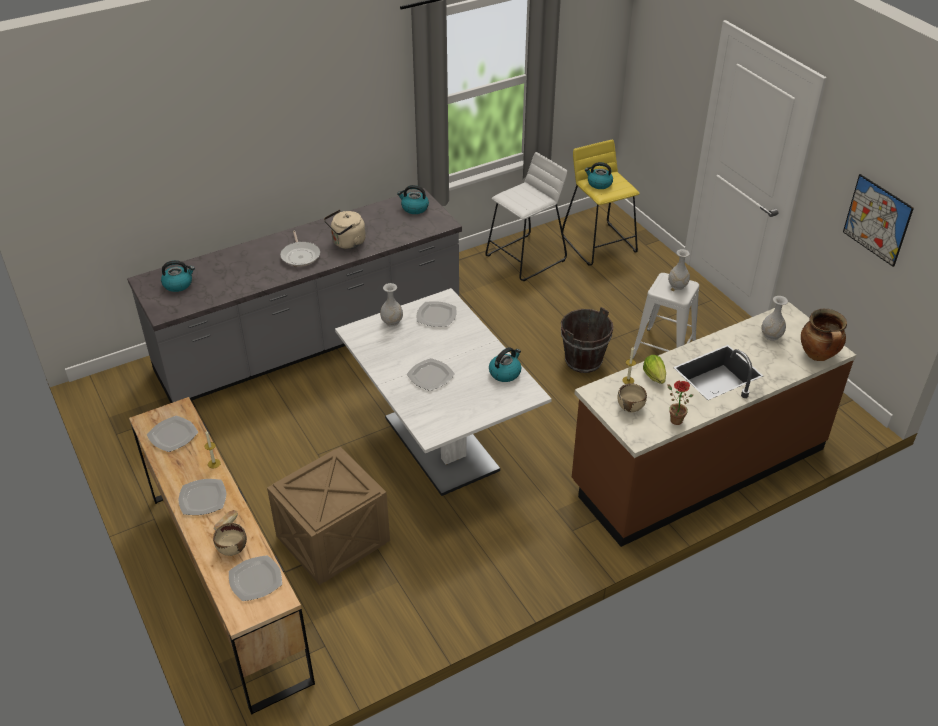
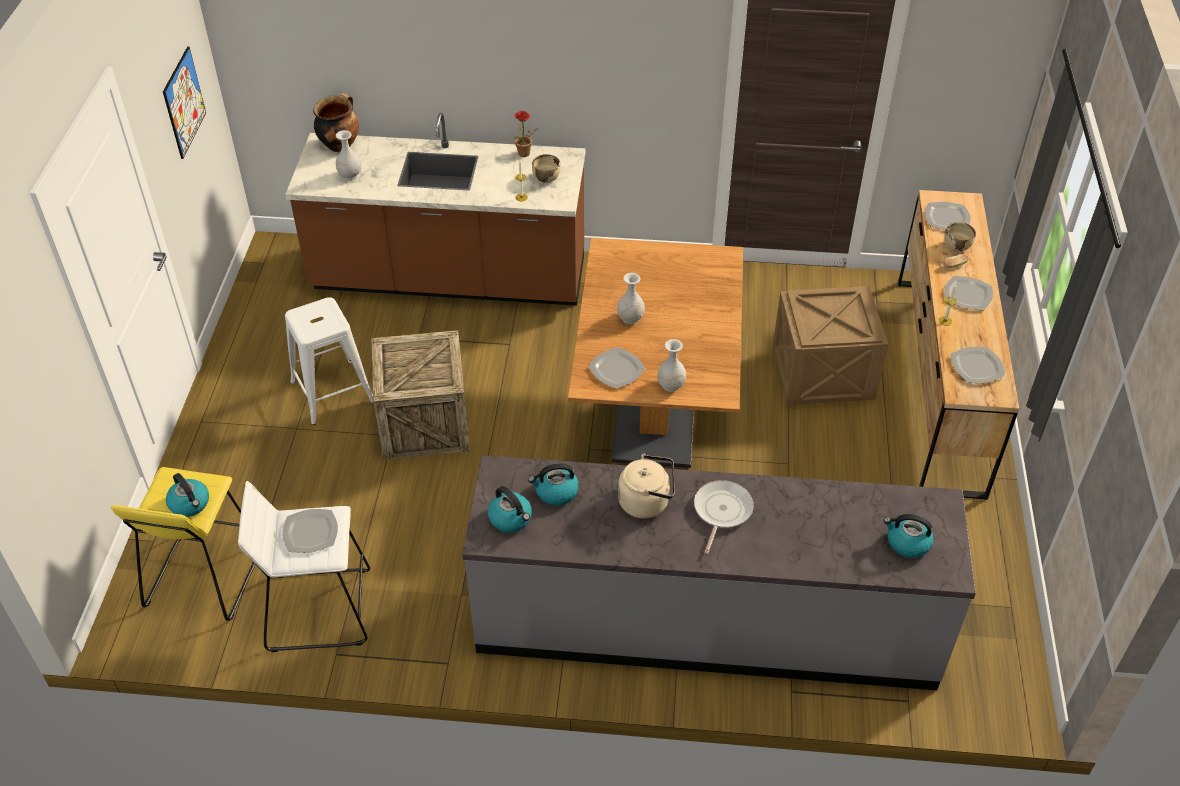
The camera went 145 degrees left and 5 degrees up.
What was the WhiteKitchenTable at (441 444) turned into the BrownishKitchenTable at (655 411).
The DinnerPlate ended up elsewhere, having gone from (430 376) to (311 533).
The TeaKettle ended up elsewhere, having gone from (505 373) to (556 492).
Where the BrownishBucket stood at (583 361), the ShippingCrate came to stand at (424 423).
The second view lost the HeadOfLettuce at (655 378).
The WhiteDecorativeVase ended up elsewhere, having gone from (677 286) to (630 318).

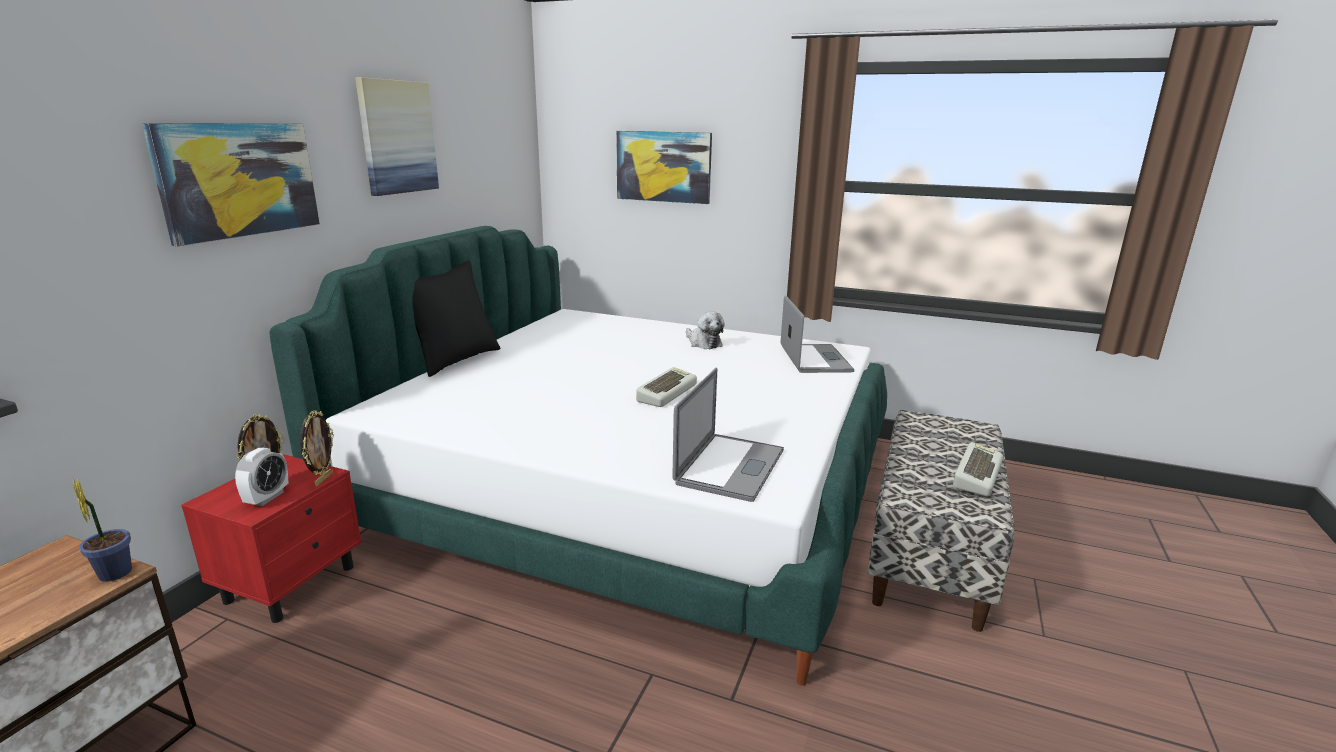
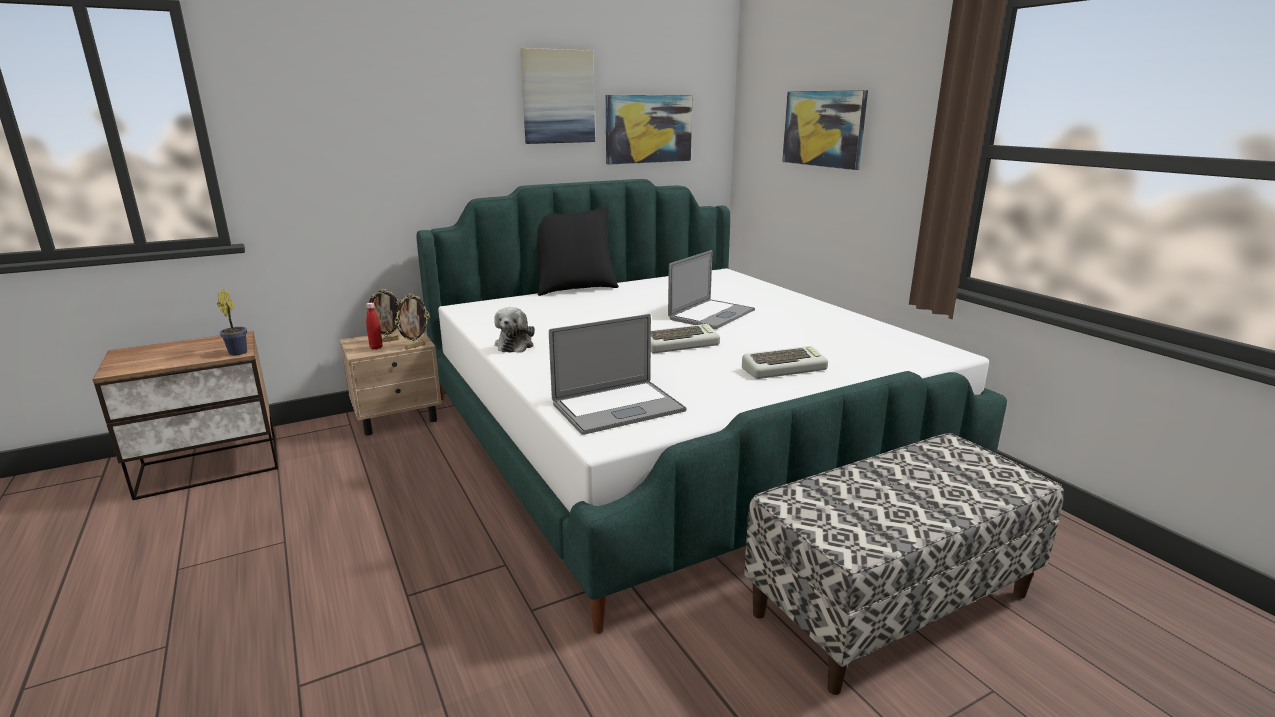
The camera went 40 degrees right and 0 degrees up.
The WallArt ended up elsewhere, having gone from (239 180) to (648 129).
What was the ReddishNightTable at (292 583) turned into the BeigeColouredNightTable at (398 417).
Where the BedsideClock stood at (267 498), the ReddishDrinkBottle came to stand at (376 348).
The SoftToy ended up elsewhere, having gone from (703 343) to (515 344).
The Laptop ended up elsewhere, having gone from (814 359) to (712 314).
The PcKeyboard ended up elsewhere, having gone from (975 474) to (784 368).

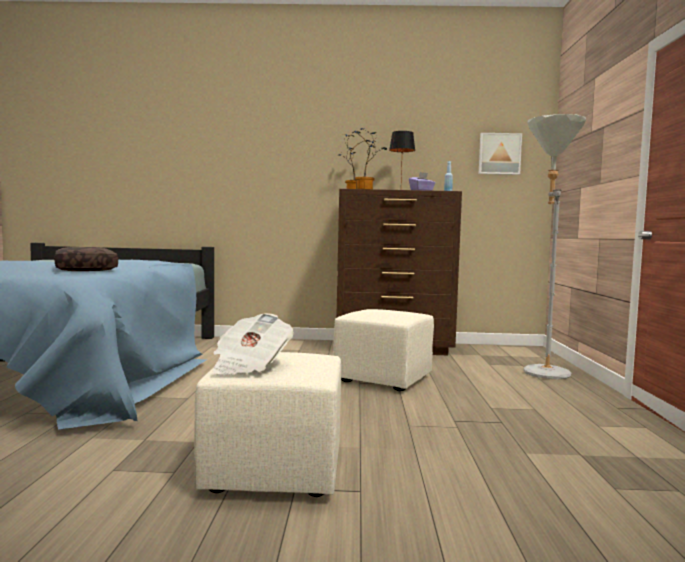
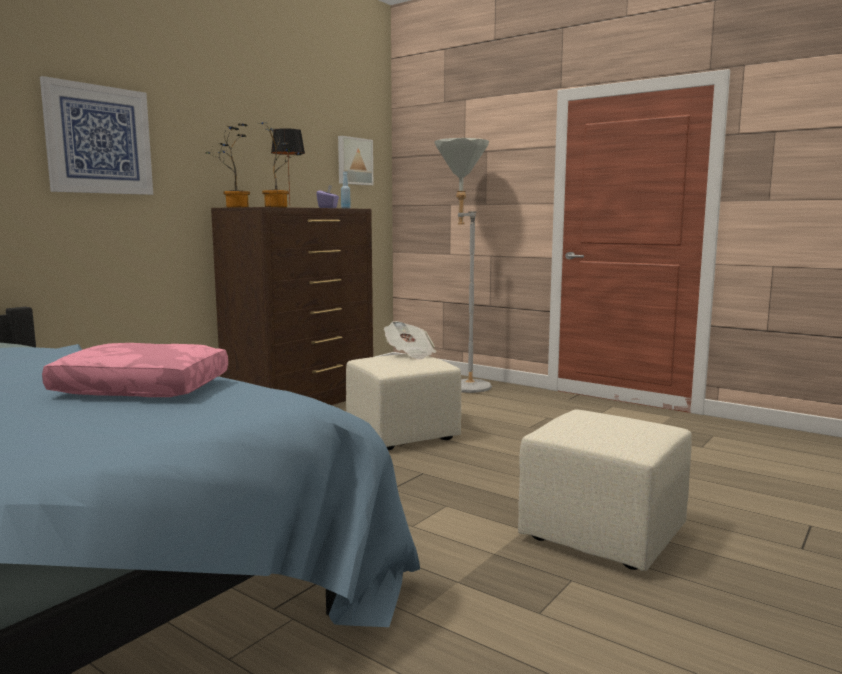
The camera went 55 degrees left and 5 degrees up.
What was the BrownishThrowPillow at (84 269) turned into the PinkishThrowPillow at (139 389).
The PrintedPaper ended up elsewhere, having gone from (249 366) to (410 354).
The second view gained the WallArt at (99 140).

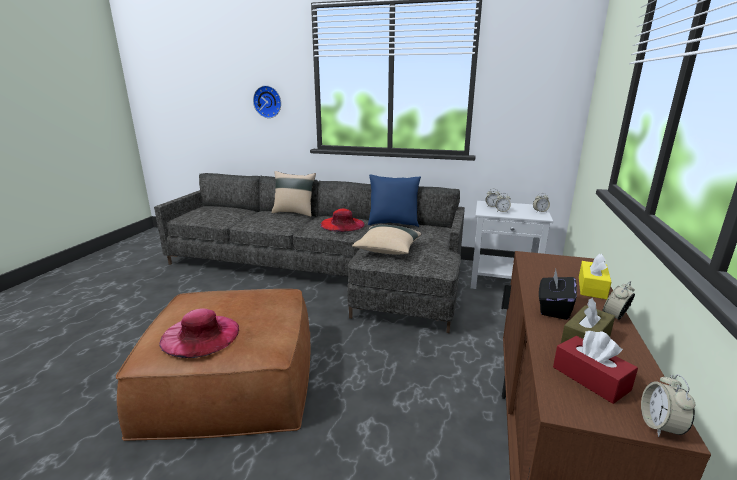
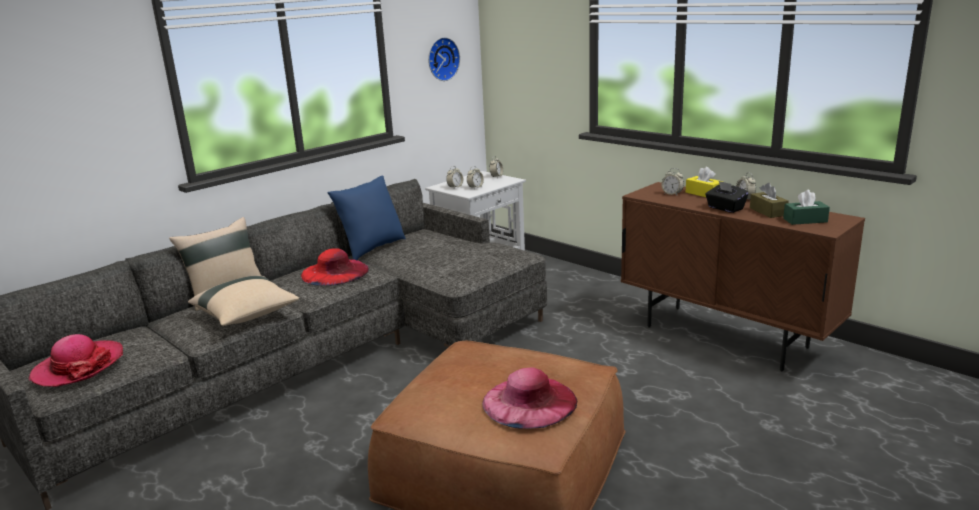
The camera went 60 degrees left and 0 degrees up.
The HangingClock ended up elsewhere, having gone from (268 101) to (442 59).
The BeigeColouredThrowPillow ended up elsewhere, having gone from (387 250) to (247 315).
What was the ReddishBoxOfTissues at (590 378) turned into the GreenBoxOfTissues at (805 220).
The BedsideClock ended up elsewhere, having gone from (660 426) to (672 194).
The second view gained the Hat at (78 366).

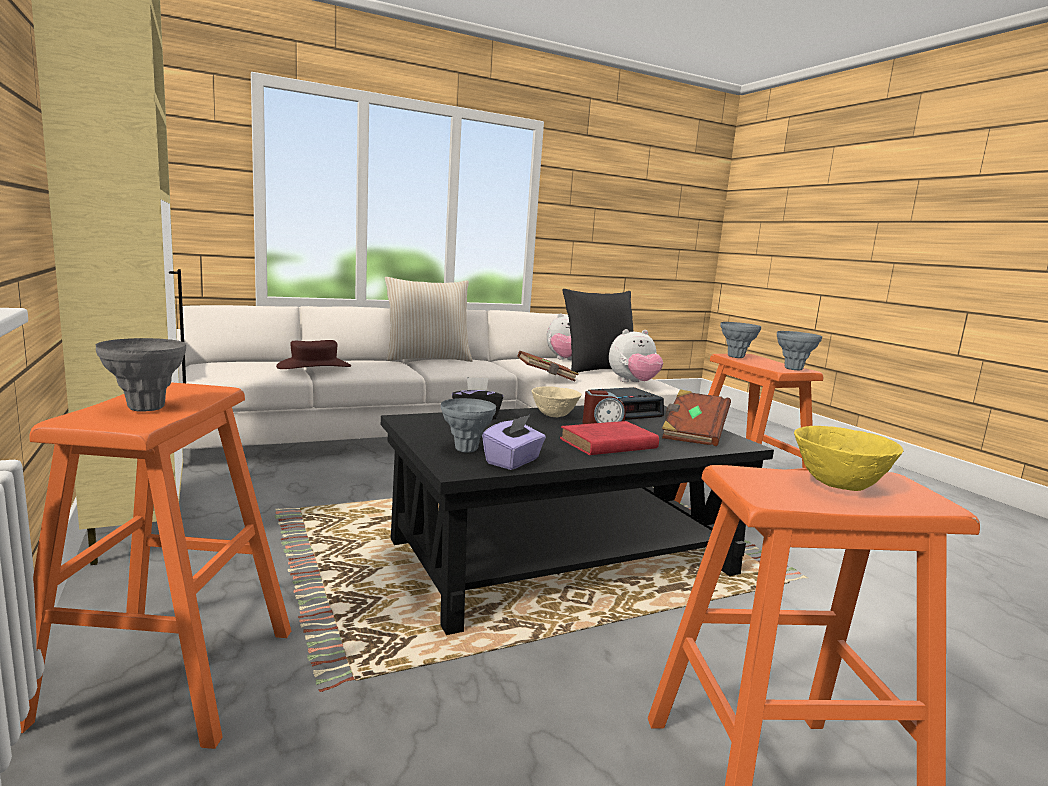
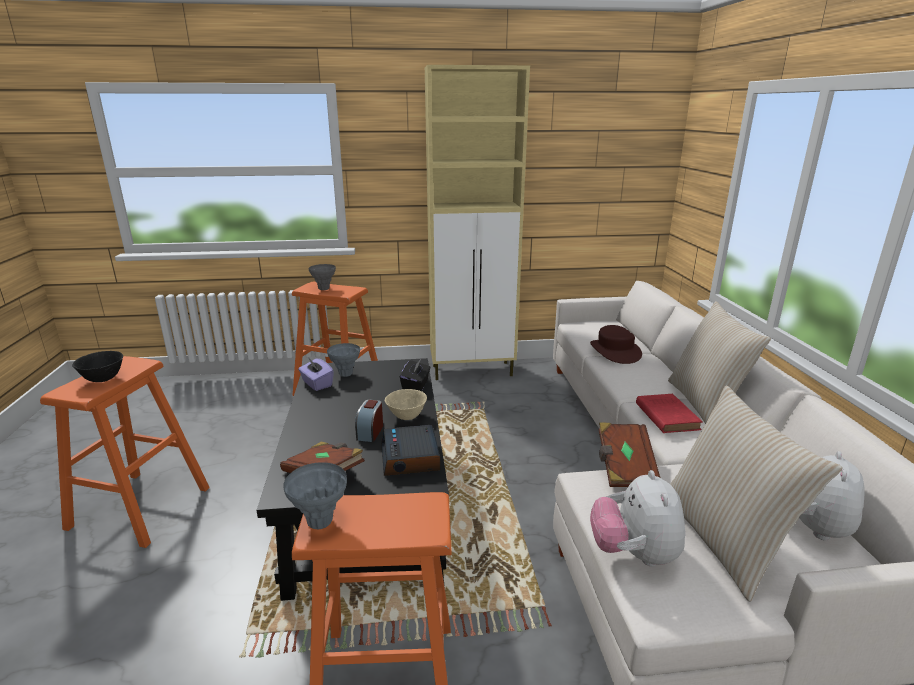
The camera went 110 degrees right and 10 degrees up.
The ReddishBook ended up elsewhere, having gone from (606 444) to (666 416).
What was the BlackColouredThrowPillow at (598 369) turned into the BeigeColouredThrowPillow at (723 539).
The second view lost the GrayDecorativeVase at (736 357).
What was the YellowishServingBowl at (837 485) turned into the BlackColouredServingBowl at (103 379).

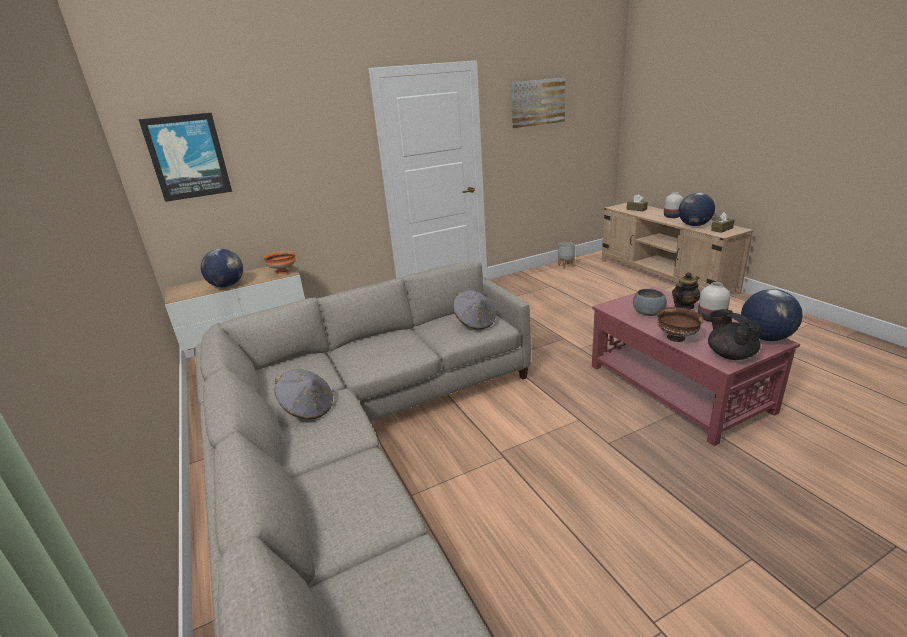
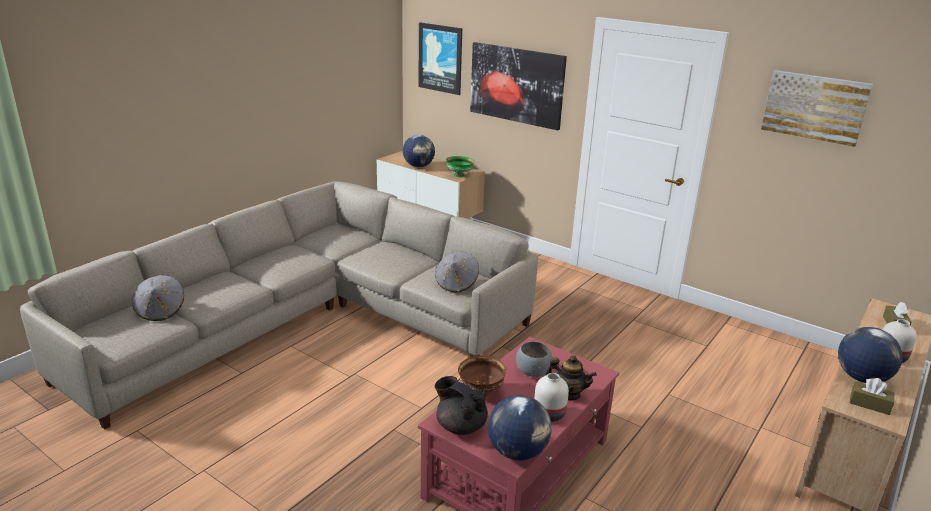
The camera went 60 degrees right and 0 degrees up.
What was the OrangeColouredServingBowl at (283 271) turned into the GreenServingBowl at (459 175).
The GrayHat ended up elsewhere, having gone from (308 409) to (161 311).
The second view lost the GrayFlowerPot at (565 266).
The BlackColouredTeapot at (730 355) ended up facing another way, 90 degrees counterclockwise from before.
The second view gained the WallArt at (516 85).

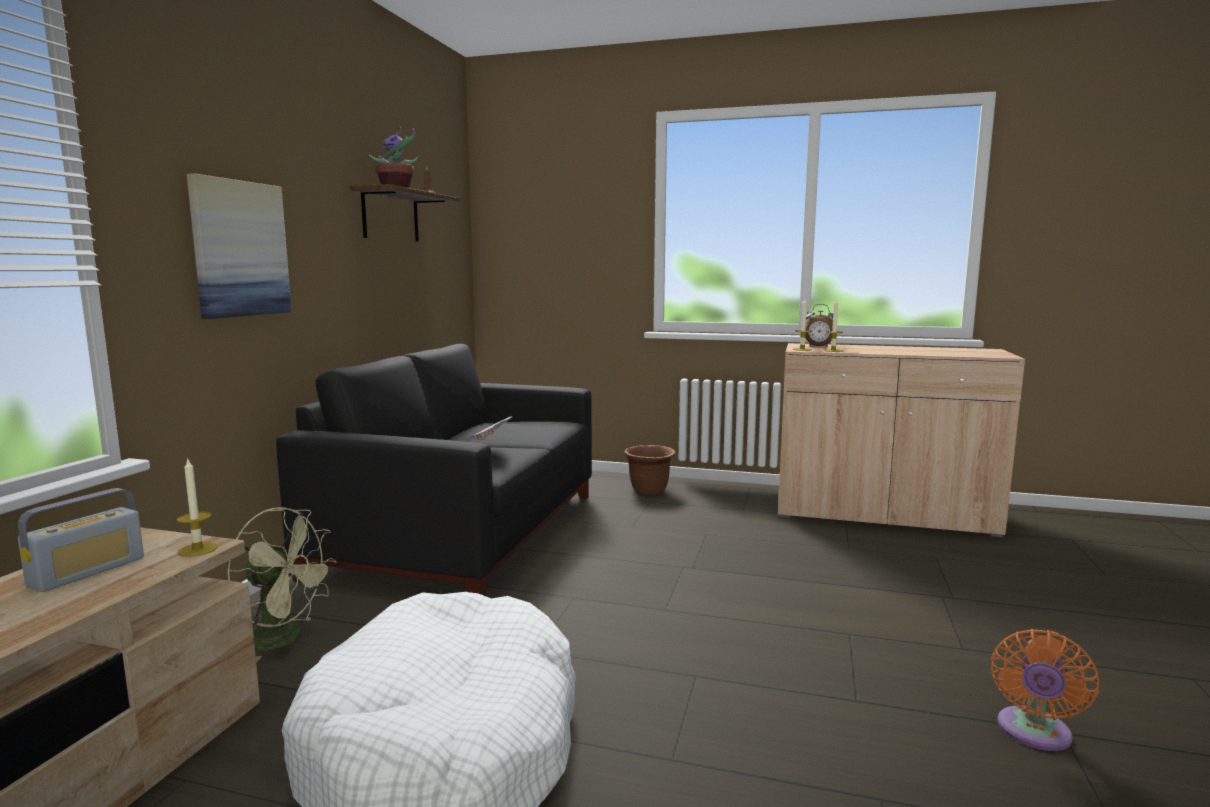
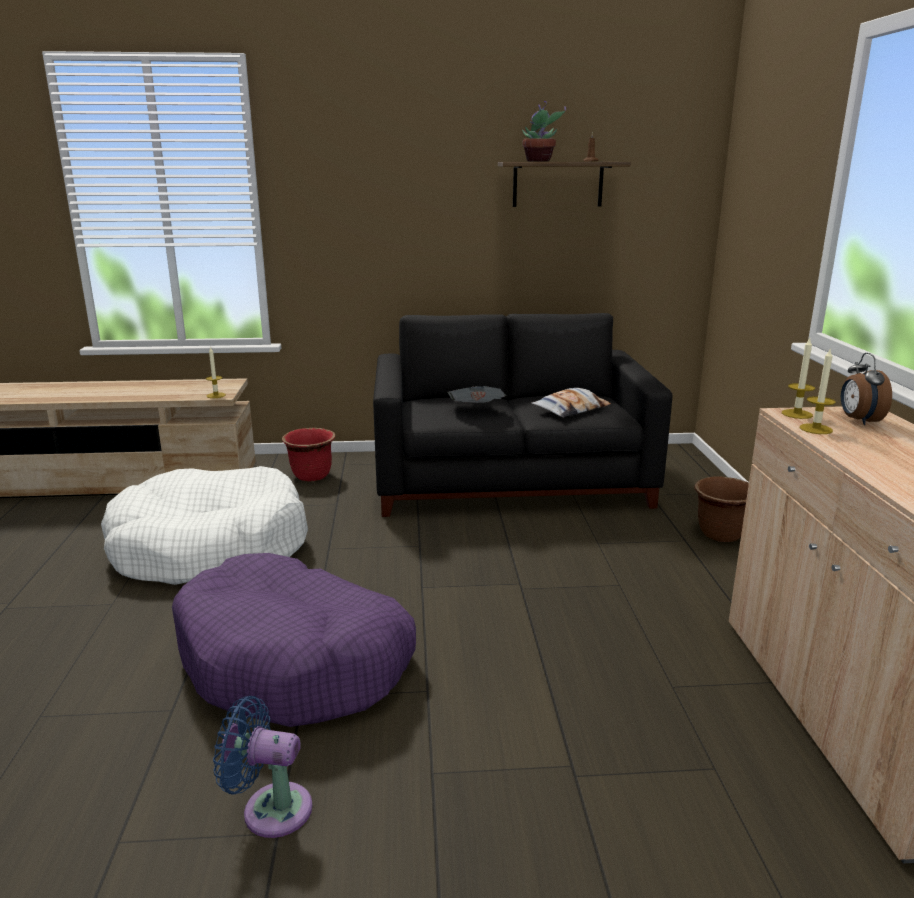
The camera went 70 degrees right and 10 degrees up.
The second view lost the RadioReceiver at (88 572).
The second view lost the WallArt at (239 249).
Where the GreenCoolingFan stood at (285 639), the ReddishFlowerPot came to stand at (311 476).
What was the OrangeColouredCoolingFan at (1033 734) turned into the BluishCoolingFan at (270 809).
The second view gained the PurplishDogCushion at (295 661).
The second view gained the ThrowPillow at (571 409).

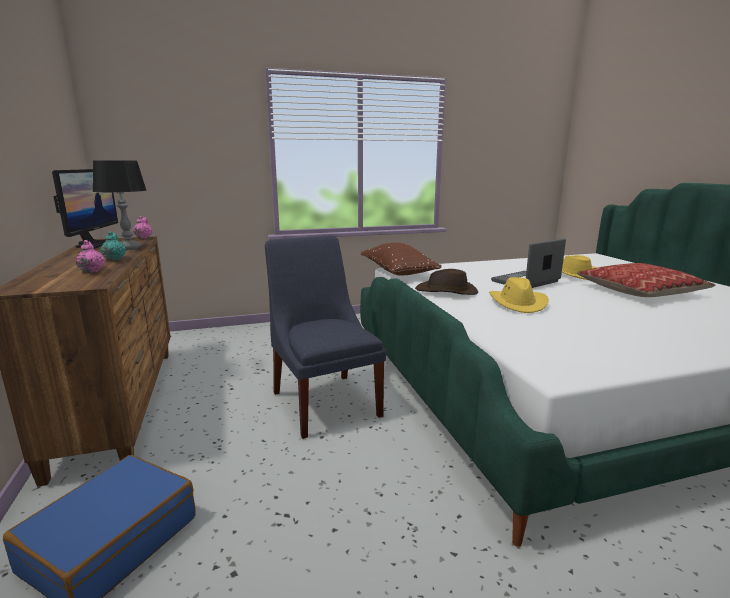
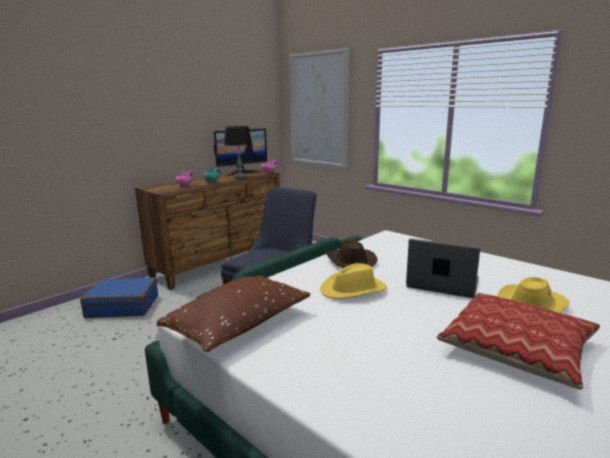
The camera went 60 degrees right and 0 degrees up.
The BrownishThrowPillow ended up elsewhere, having gone from (397 272) to (239 326).
The second view gained the WallArt at (319 110).

